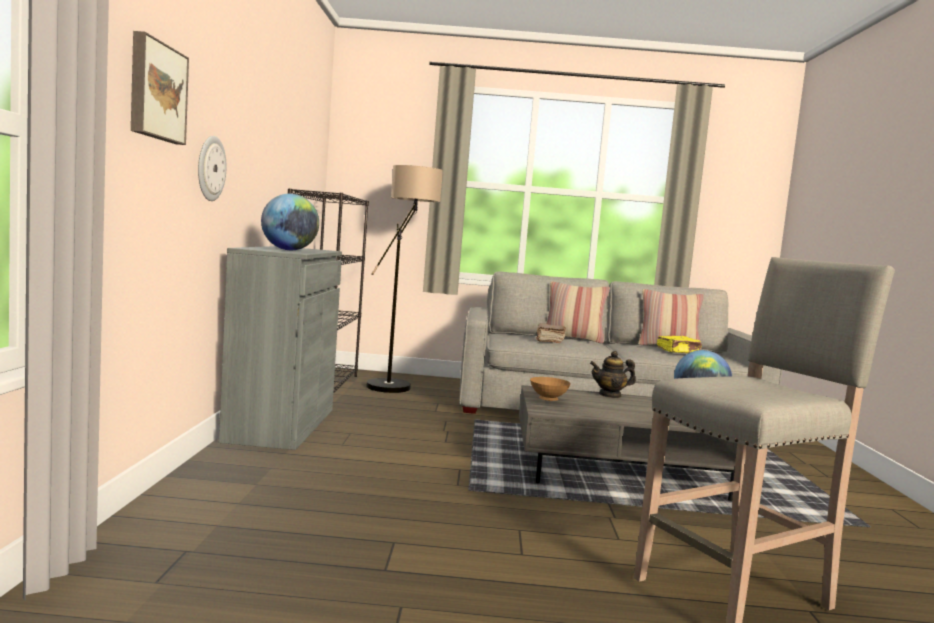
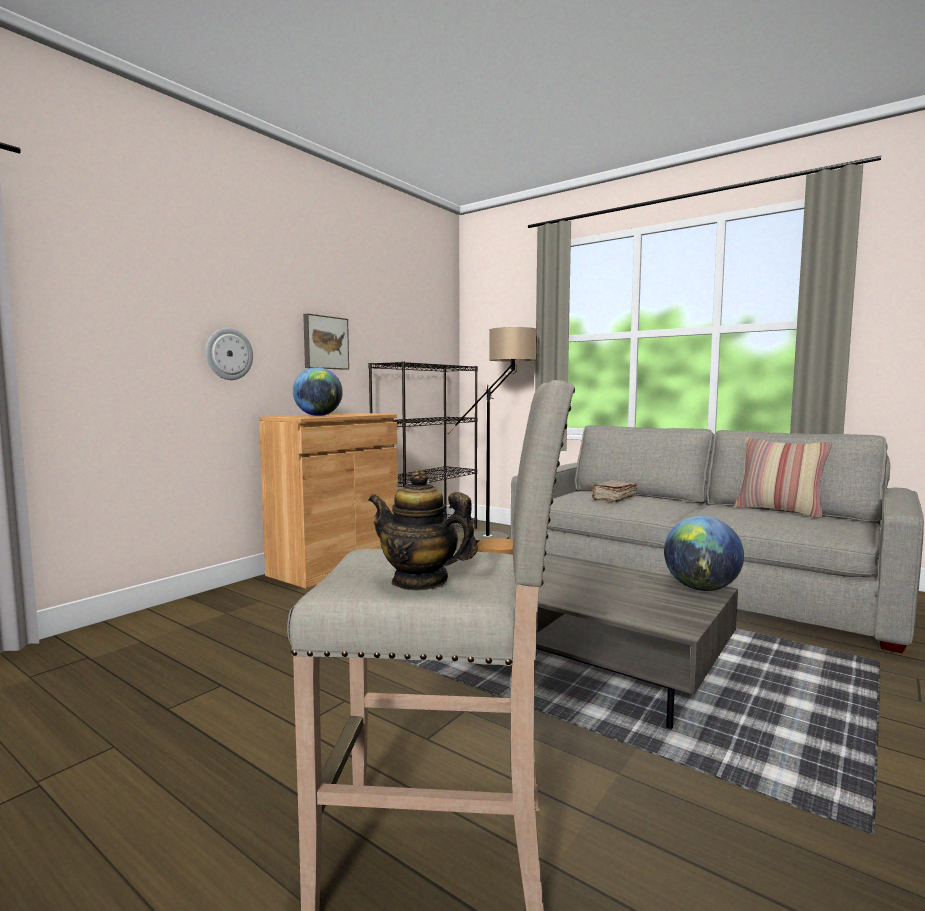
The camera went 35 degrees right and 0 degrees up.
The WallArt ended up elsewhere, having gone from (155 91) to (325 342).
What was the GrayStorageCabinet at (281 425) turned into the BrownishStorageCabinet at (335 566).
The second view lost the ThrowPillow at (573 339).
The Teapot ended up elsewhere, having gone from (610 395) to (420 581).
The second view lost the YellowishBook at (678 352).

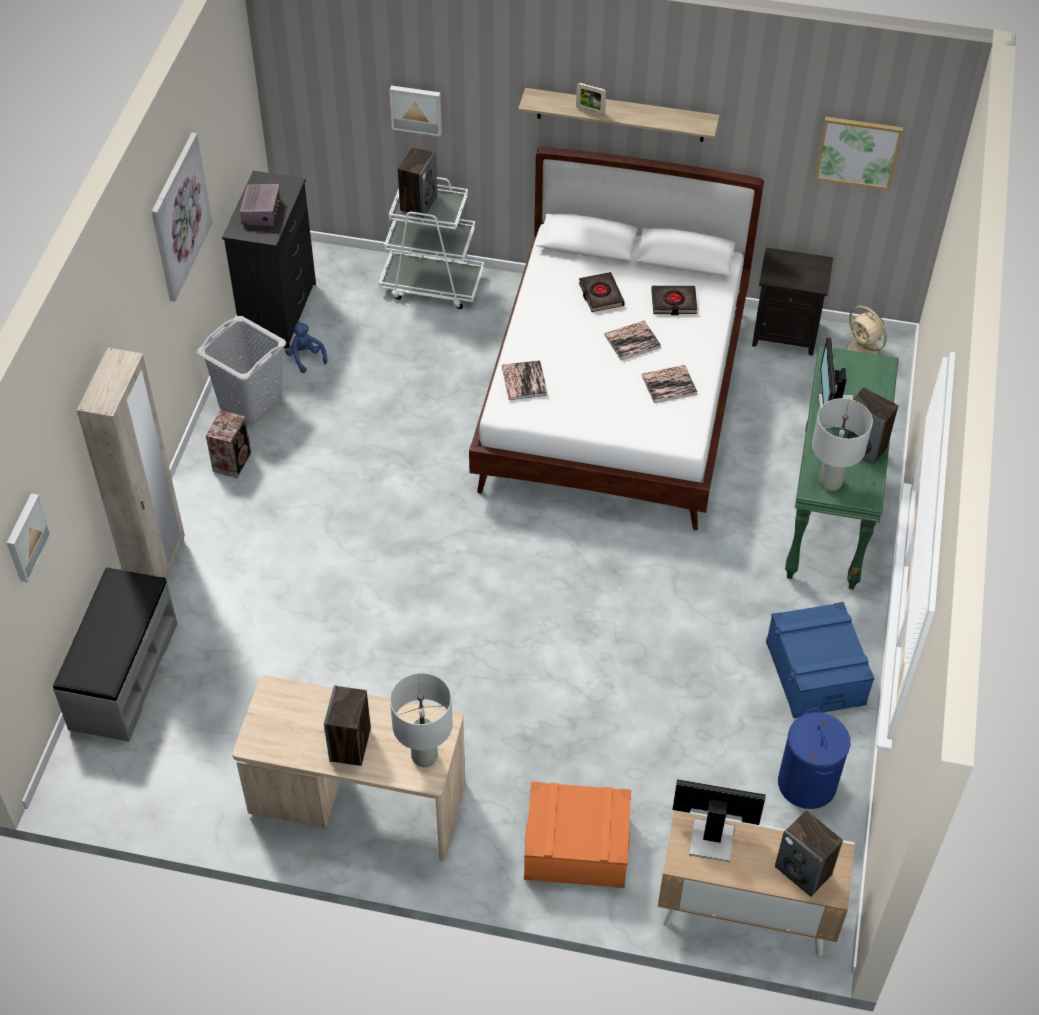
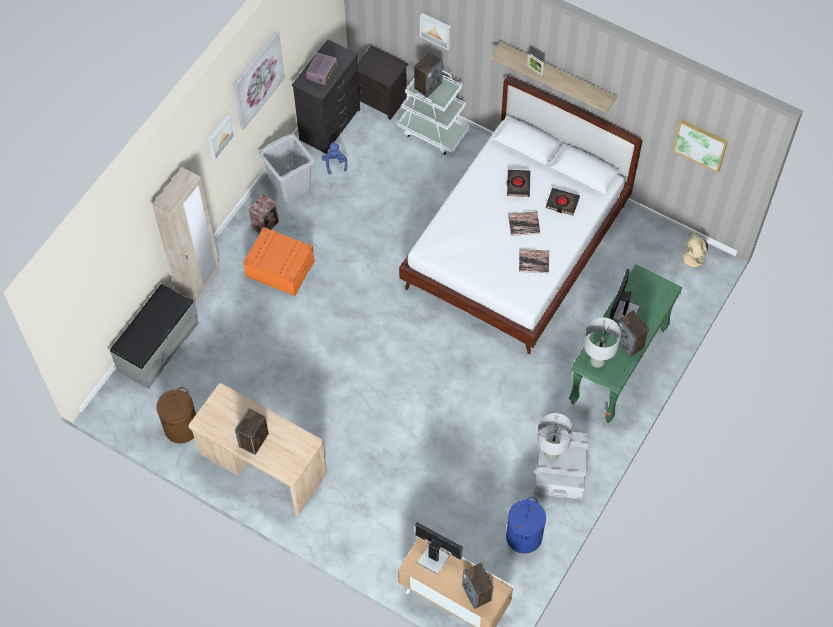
The camera went 20 degrees right and 10 degrees up.
The WallArt ended up elsewhere, having gone from (25 537) to (219 136).
The GrayTabletopLamp ended up elsewhere, having gone from (424 756) to (551 453).
The second view lost the Book at (524 381).
The OrangeColouredStorageBin ended up elsewhere, having gone from (576 847) to (280 269).
The BlackColouredNightTable ended up elsewhere, having gone from (786 333) to (382 100).
What was the BluishStorageBin at (815 673) turned into the GrayStorageBin at (560 470).
The second view gained the BrownishHamper at (181 428).

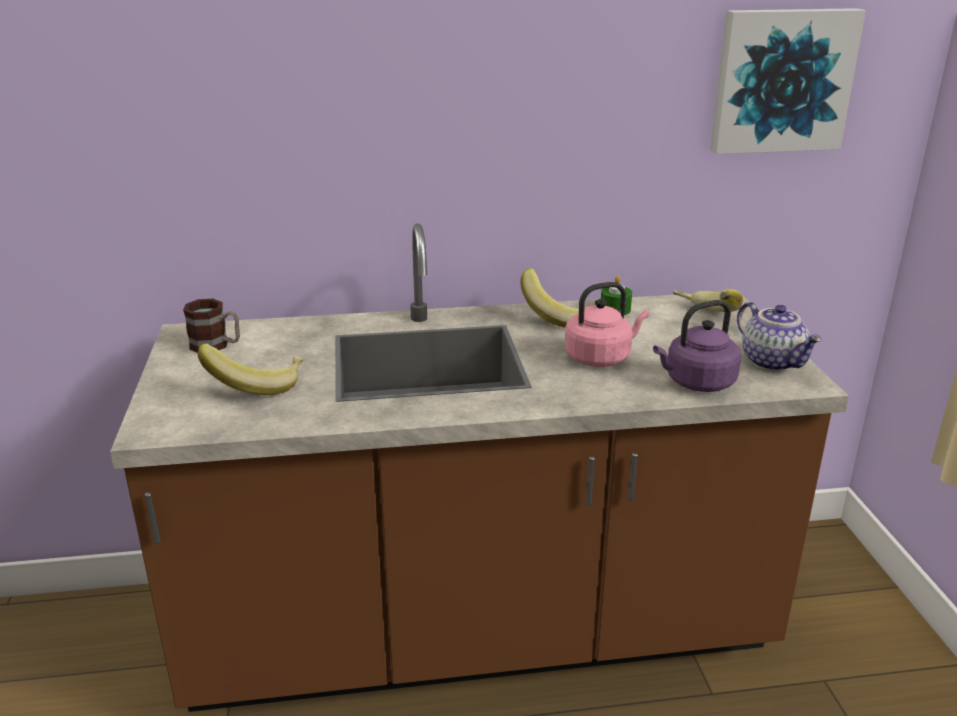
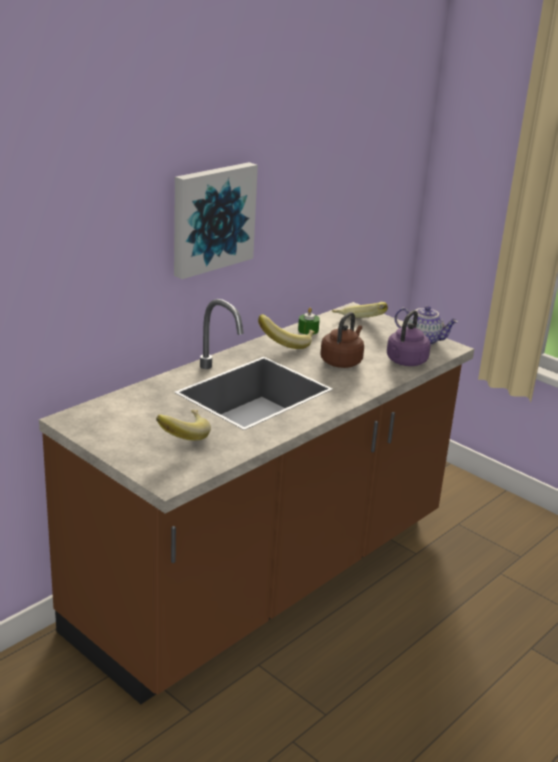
The camera went 40 degrees left and 0 degrees up.
The second view lost the Mug at (216 346).
What was the PinkishTeaKettle at (600 357) turned into the BrownishTeaKettle at (342 361).
The WallArt ended up elsewhere, having gone from (781 80) to (211 218).

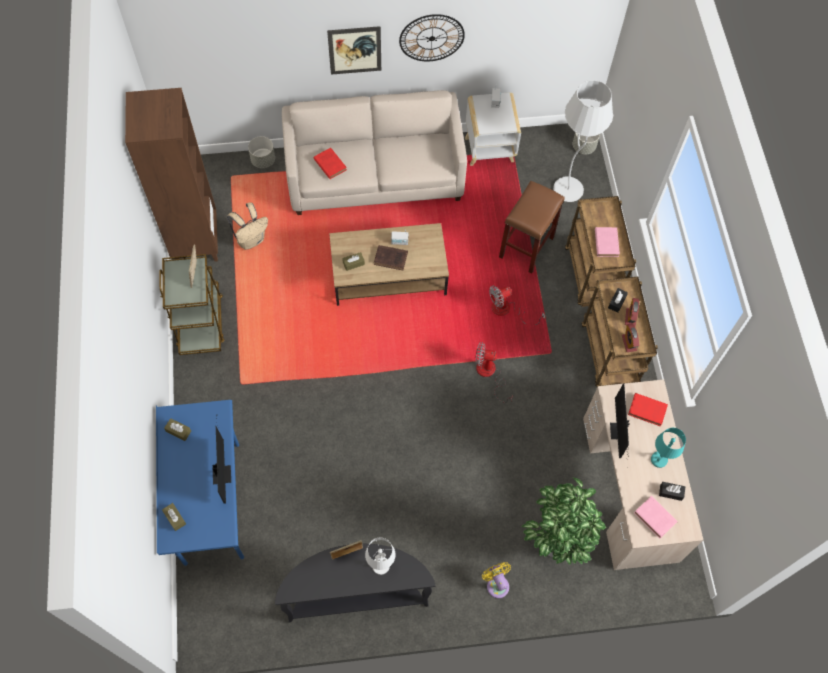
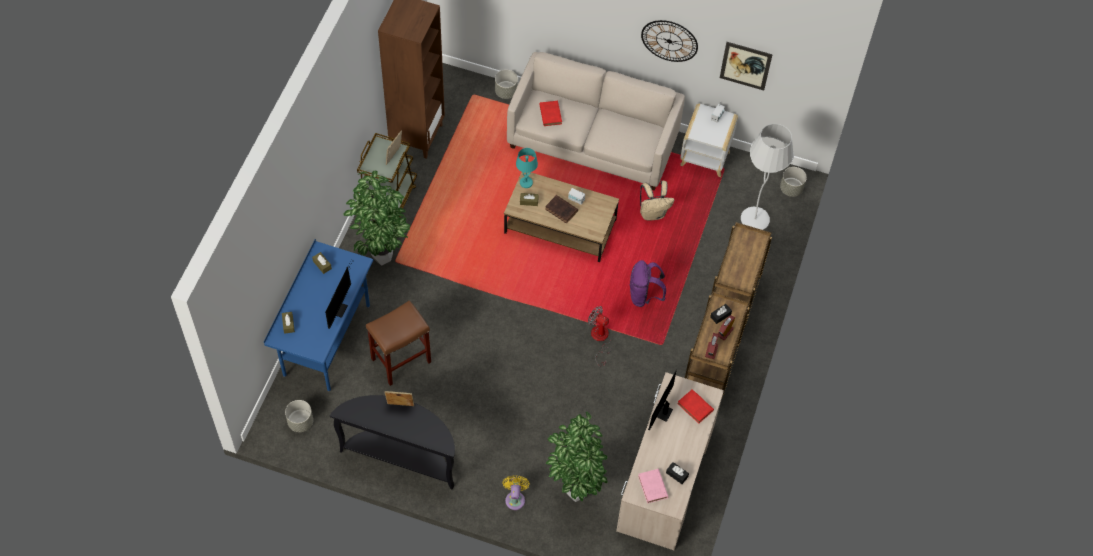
The camera went 25 degrees right and 5 degrees down.
The BeigeColouredKnapsack ended up elsewhere, having gone from (251 240) to (653 213).
The WallArt ended up elsewhere, having gone from (355 50) to (745 65).
The second view lost the WhiteTabletopLamp at (381 565).
Where the CoolingFan stood at (507 310), the PurplishKnapsack came to stand at (644 296).
The BrownishStool ended up elsewhere, having gone from (526 248) to (400 361).
The second view lost the PinkishBook at (606 242).
The BlueGreenTabletopLamp ended up elsewhere, having gone from (659 459) to (526 182).
The second view gained the GrayFlowerPot at (300 422).
The second view gained the PottedPlant at (381 260).

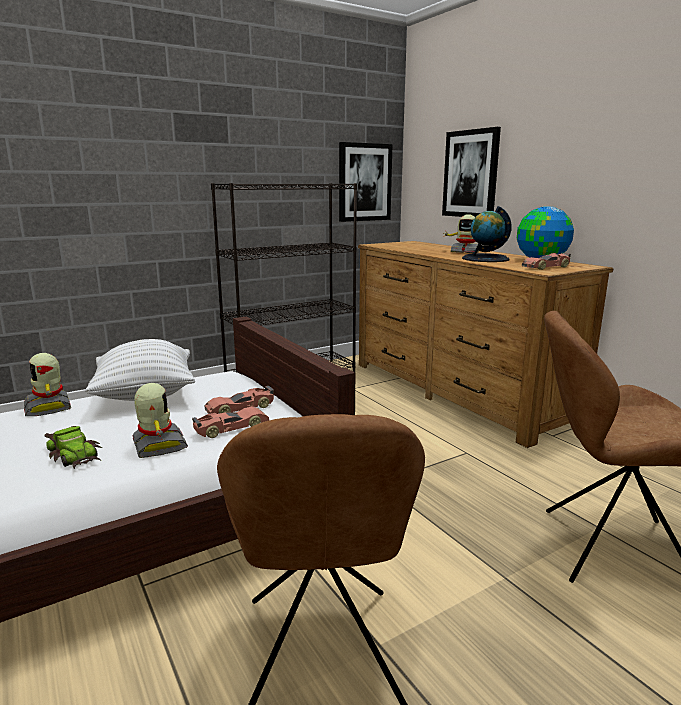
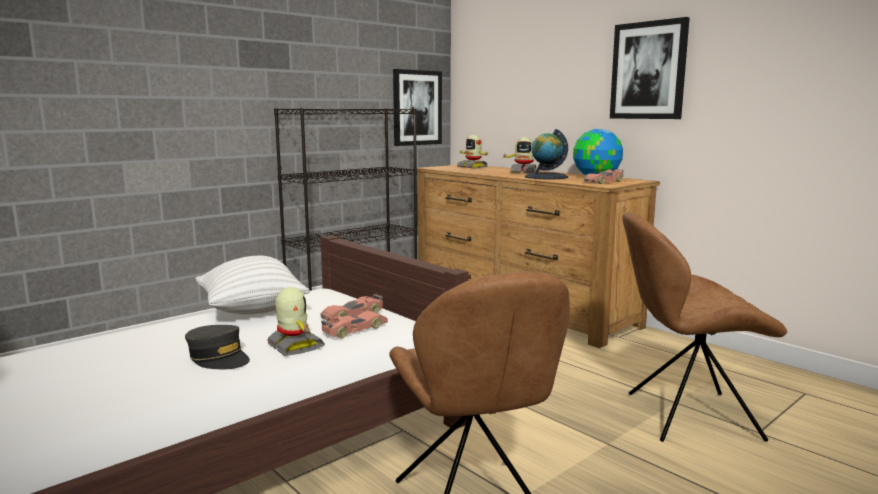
The camera went 10 degrees left and 5 degrees down.
The ToyRobot ended up elsewhere, having gone from (49 407) to (472 167).
Where the MiniatureCar stood at (75 454), the GrayPeakedCap came to stand at (219 358).
The WallArt ended up elsewhere, having gone from (471 174) to (648 70).

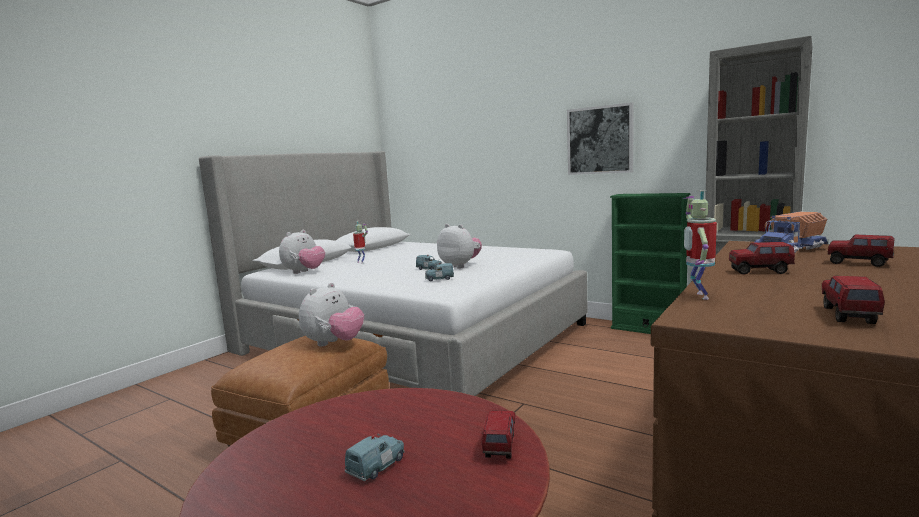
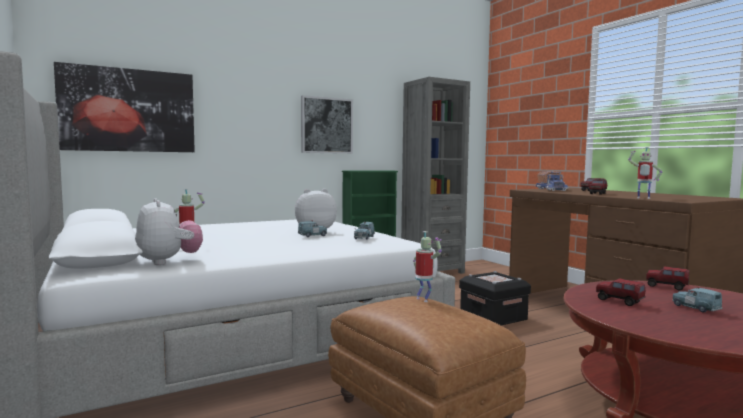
The camera went 65 degrees left and 5 degrees down.
Where the SoftToy stood at (334 343), the ToyRobot came to stand at (424 299).
The ModelTruck ended up elsewhere, having gone from (848 316) to (619 301).
The second view gained the WallArt at (128 110).
The second view gained the BlackColouredStorageBin at (493 317).

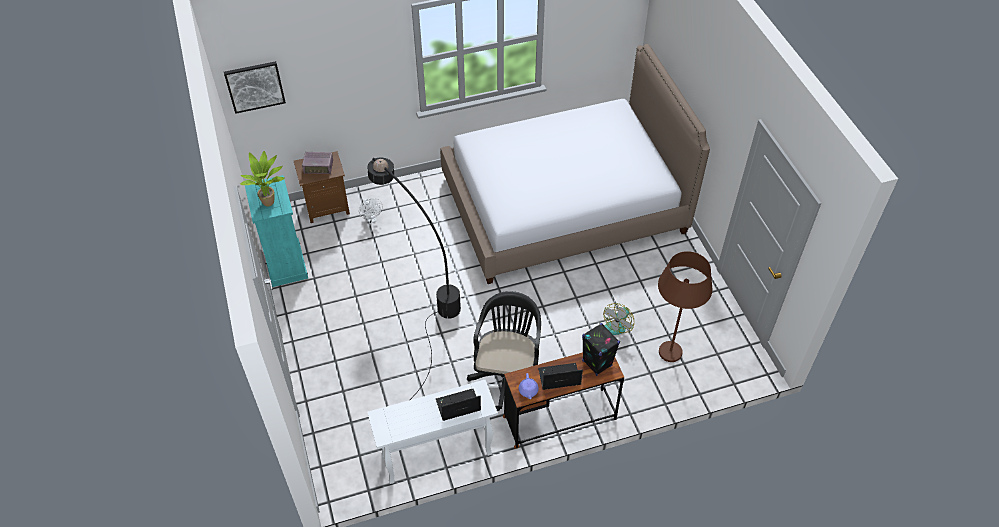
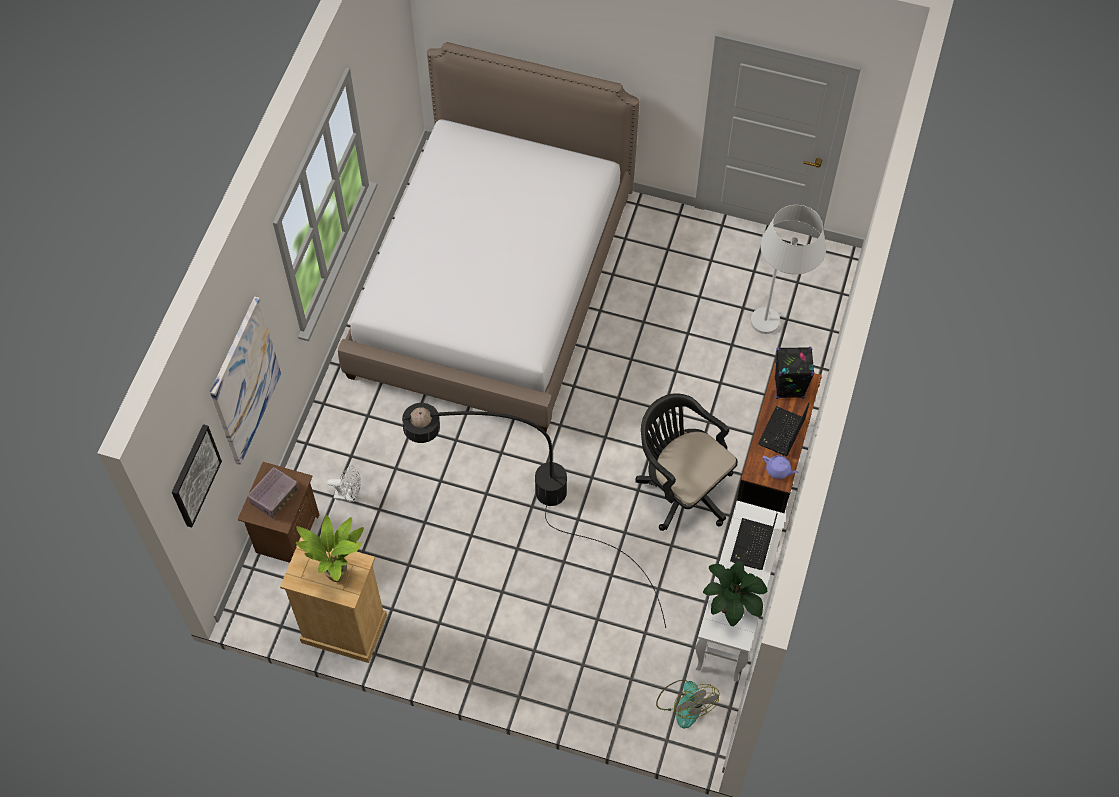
The camera went 55 degrees left and 10 degrees up.
What was the BlueGreenDresser at (285 264) turned into the BeigeColouredDresser at (343 629).
The CoolingFan ended up elsewhere, having gone from (617 324) to (685 703).
What was the BrownishStandingLamp at (666 362) turned into the WhiteStandingLamp at (774 333).
The second view gained the WallArt at (244 381).
The second view gained the PottedPlant at (732 604).

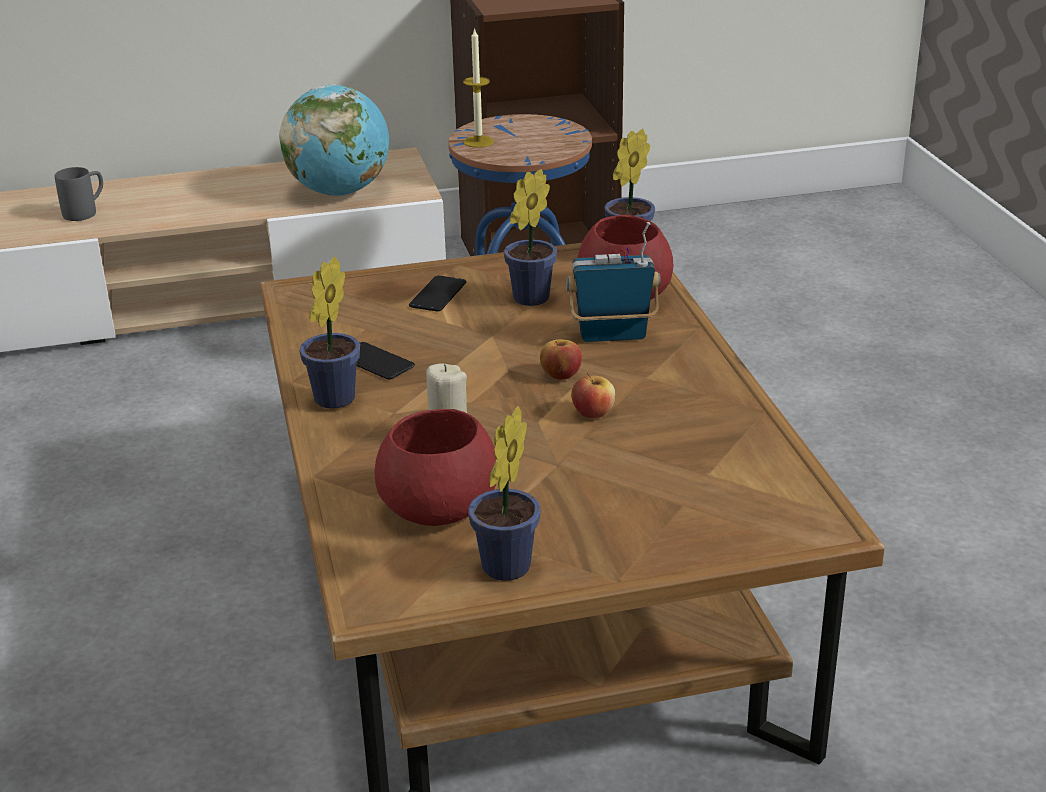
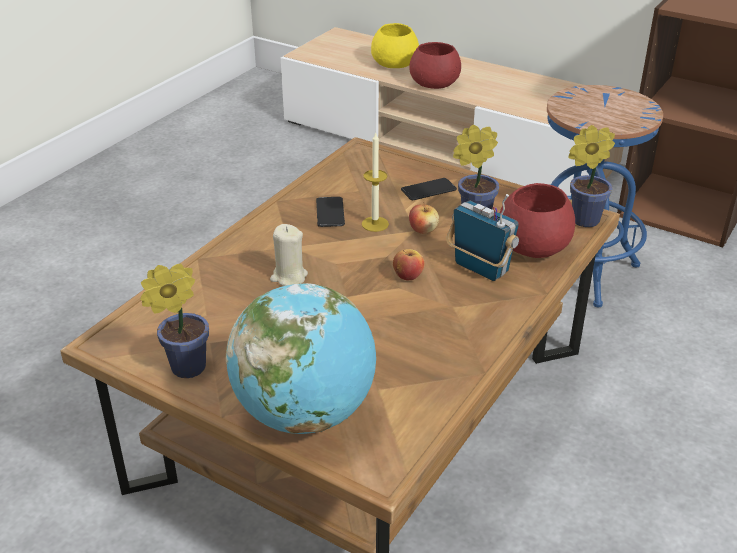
The camera went 45 degrees right and 5 degrees up.
Where the GrayMug stood at (86 212), the YellowishServingBowl came to stand at (394 63).
The WorldGlobe ended up elsewhere, having gone from (339 192) to (305 413).
The second view lost the PottedPlant at (331 401).
The ReddishServingBowl ended up elsewhere, having gone from (441 505) to (435 83).
The WaxLight ended up elsewhere, having gone from (478 142) to (375 224).
The WholeApple ended up elsewhere, having gone from (593 413) to (423 230).

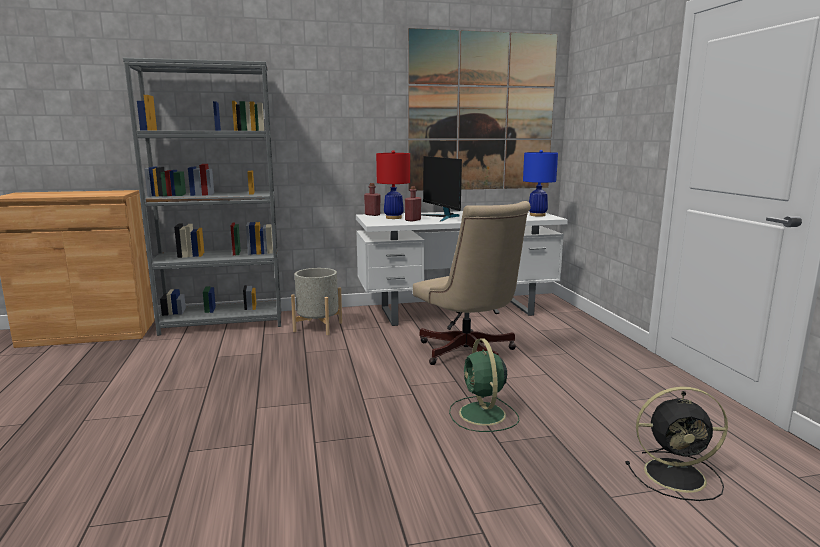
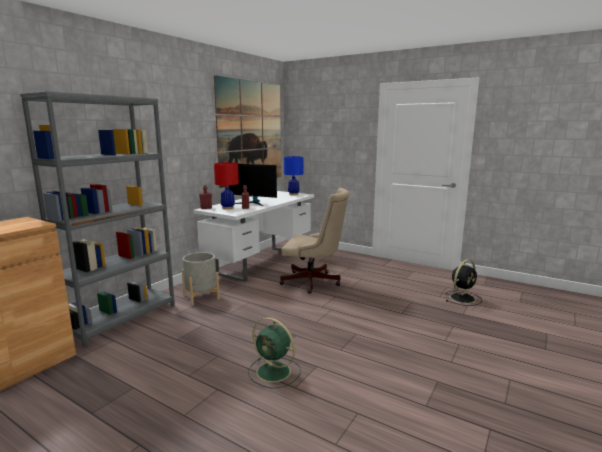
The camera went 45 degrees left and 0 degrees up.
The GreenCoolingFan ended up elsewhere, having gone from (483 415) to (275 372).

